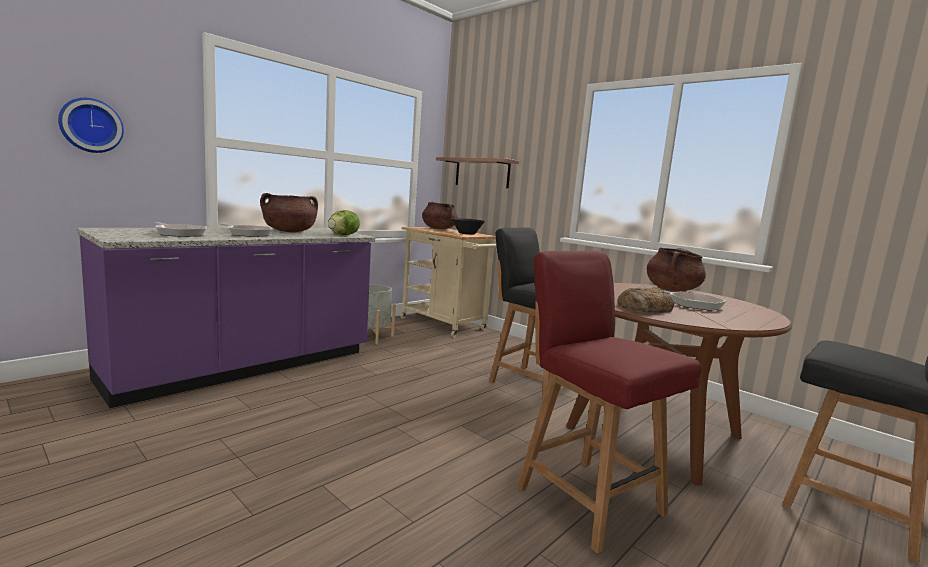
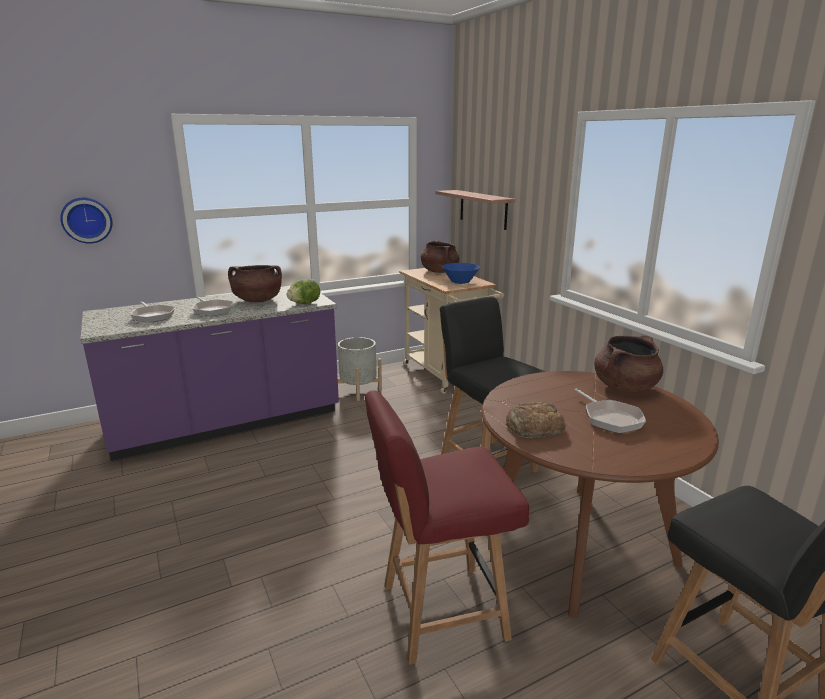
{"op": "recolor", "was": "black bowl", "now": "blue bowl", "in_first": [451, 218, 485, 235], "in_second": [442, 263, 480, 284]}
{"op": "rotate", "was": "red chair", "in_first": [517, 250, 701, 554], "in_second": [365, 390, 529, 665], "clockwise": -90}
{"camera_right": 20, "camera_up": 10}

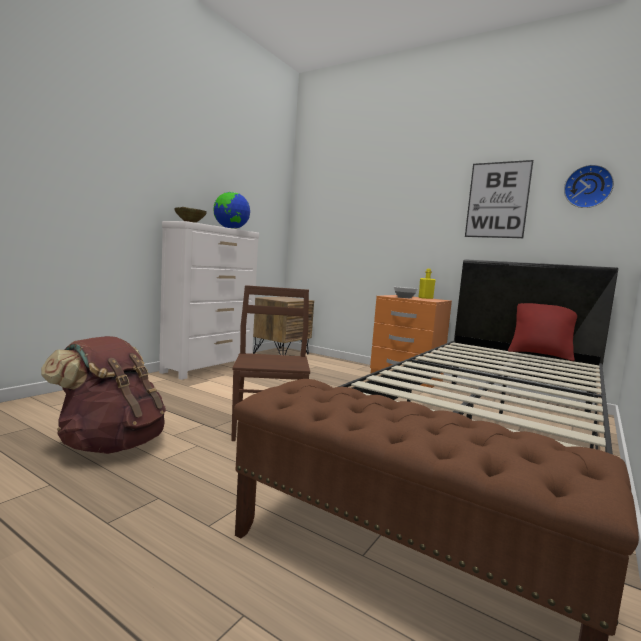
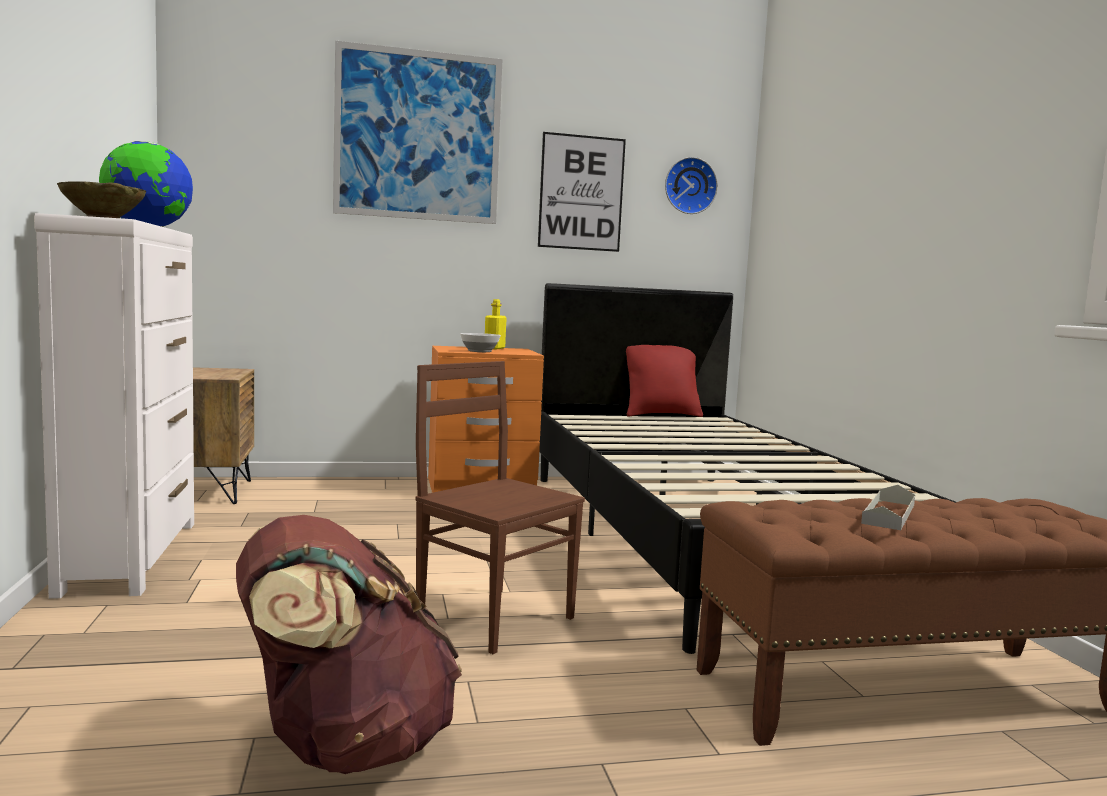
{"op": "insert", "now": "picture", "in_second": [333, 41, 503, 224]}
{"op": "insert", "now": "grey tray", "in_second": [861, 485, 915, 530]}
{"camera_right": -45, "camera_up": 0}

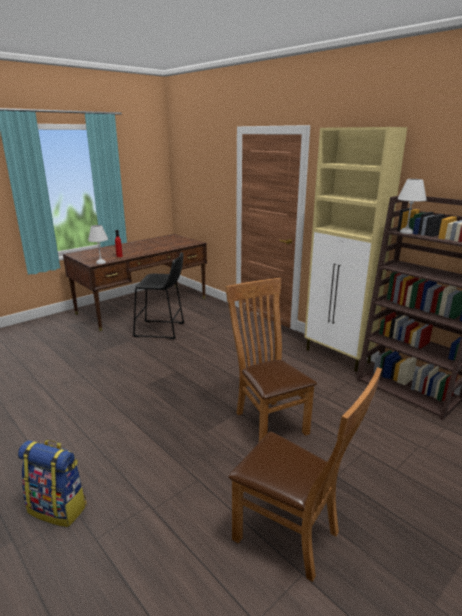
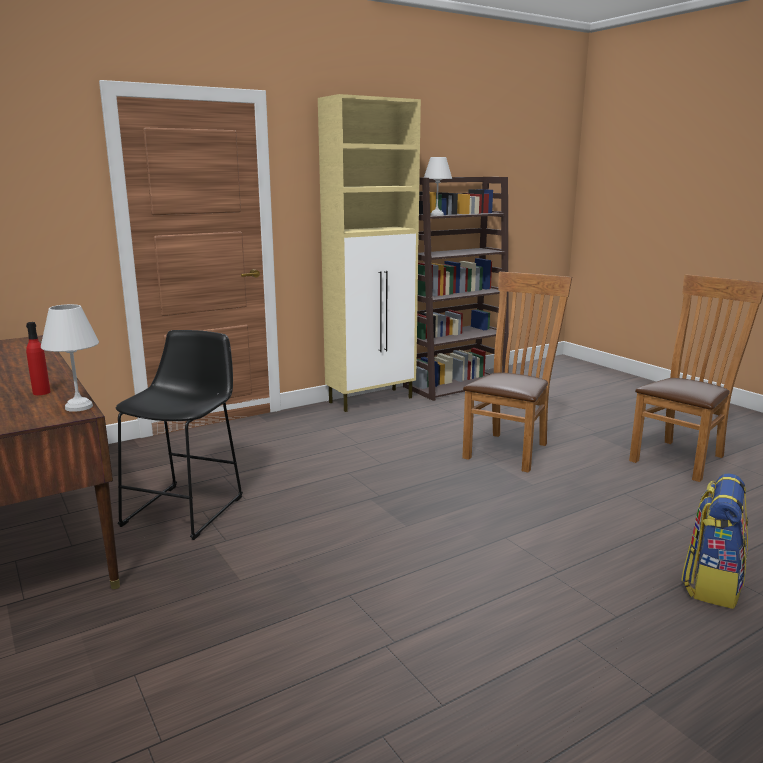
{"op": "rotate", "was": "brown chair", "in_first": [226, 278, 317, 442], "in_second": [462, 272, 572, 473], "clockwise": 135}
{"camera_right": -80, "camera_up": -5}

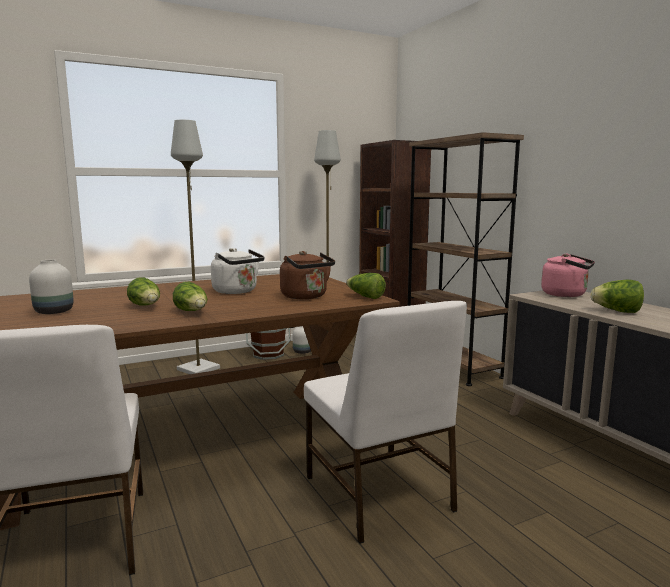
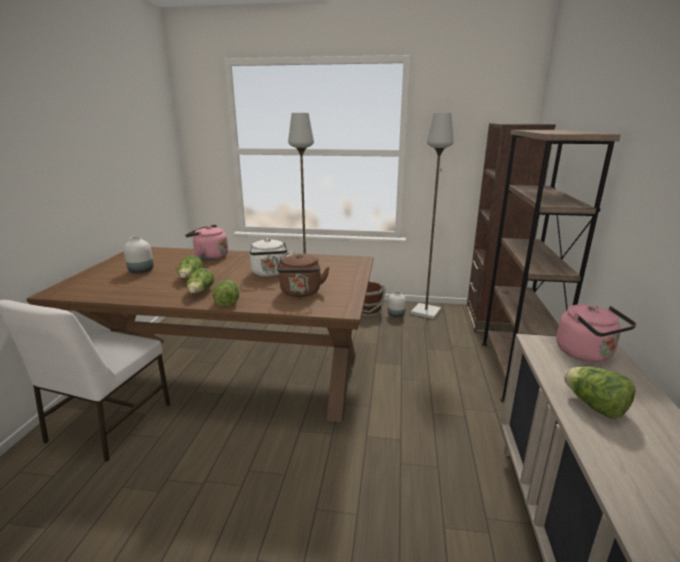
{"op": "delete", "was": "white chair", "in_first": [304, 301, 467, 544]}
{"op": "insert", "now": "pink kettle", "in_second": [185, 225, 228, 260]}
{"op": "move", "was": "lettuce", "in_first": [346, 273, 386, 299], "in_second": [213, 280, 239, 307]}
{"camera_right": 35, "camera_up": 10}

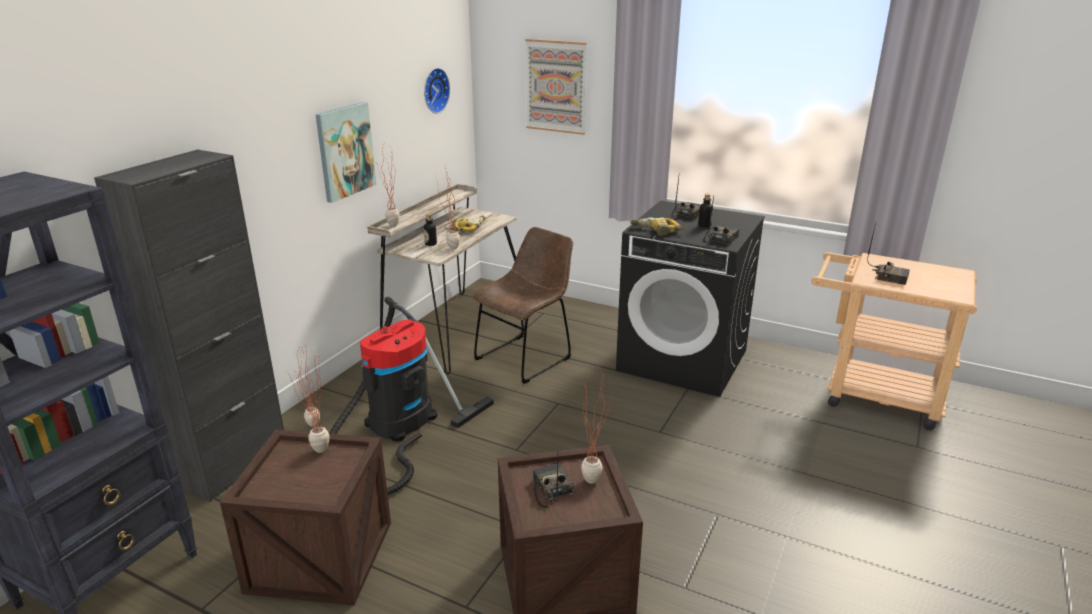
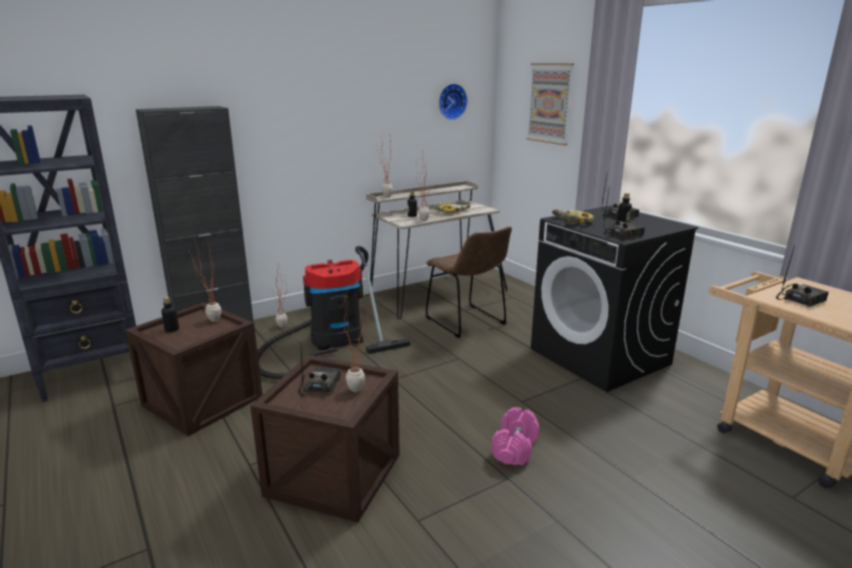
{"op": "delete", "was": "picture", "in_first": [316, 102, 376, 203]}
{"op": "insert", "now": "bottle", "in_second": [161, 297, 179, 332]}
{"op": "insert", "now": "pink dumbbell", "in_second": [492, 407, 539, 465]}
{"op": "rotate", "was": "brown chair", "in_first": [473, 227, 573, 384], "in_second": [425, 226, 512, 338], "clockwise": 75}
{"op": "rotate", "was": "radio", "in_first": [867, 223, 910, 285], "in_second": [776, 245, 829, 307], "clockwise": -90}
{"camera_right": 30, "camera_up": -5}

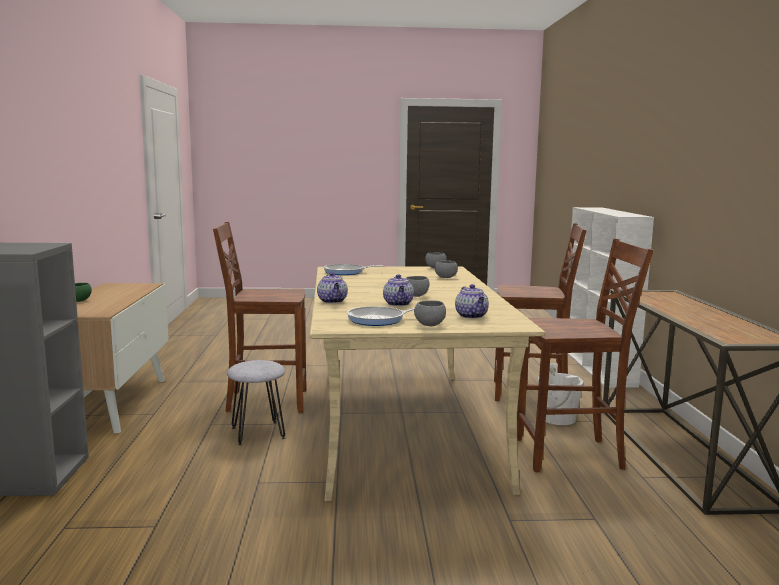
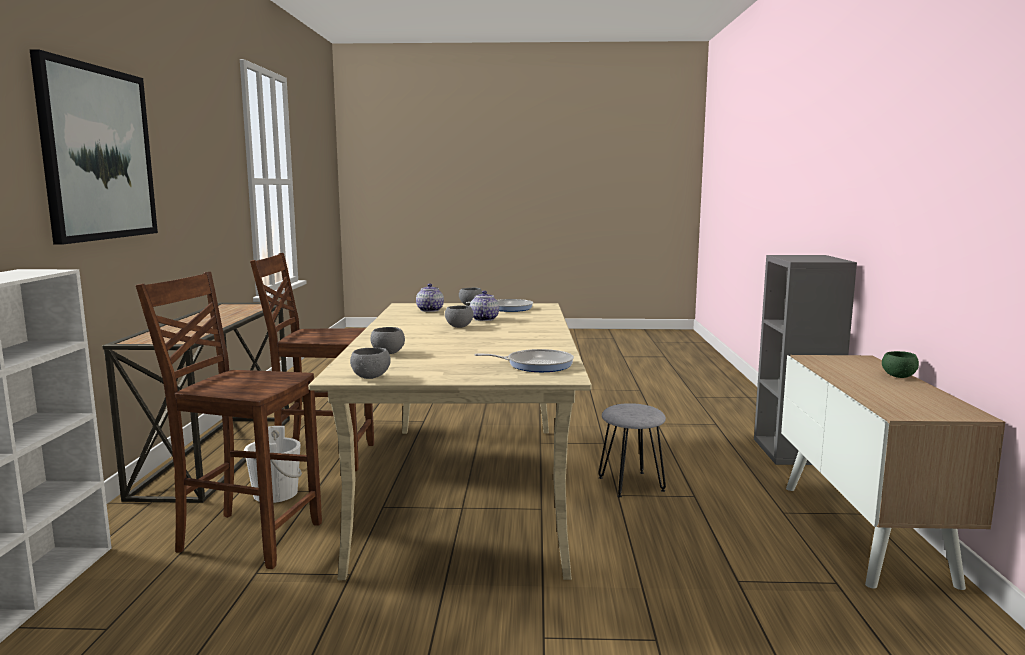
{"op": "delete", "was": "brown chair", "in_first": [213, 222, 306, 413]}
{"op": "delete", "was": "teapot", "in_first": [317, 272, 348, 303]}
{"op": "insert", "now": "picture", "in_second": [30, 49, 158, 245]}
{"camera_right": -175, "camera_up": 0}

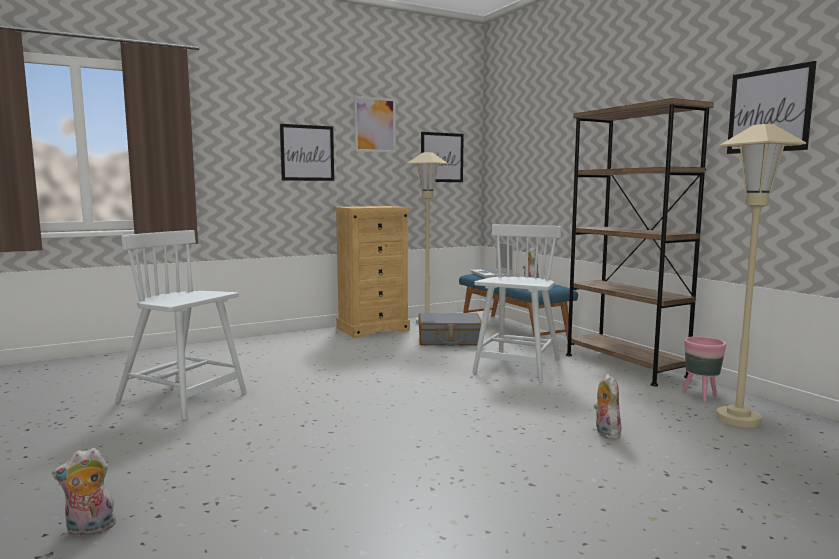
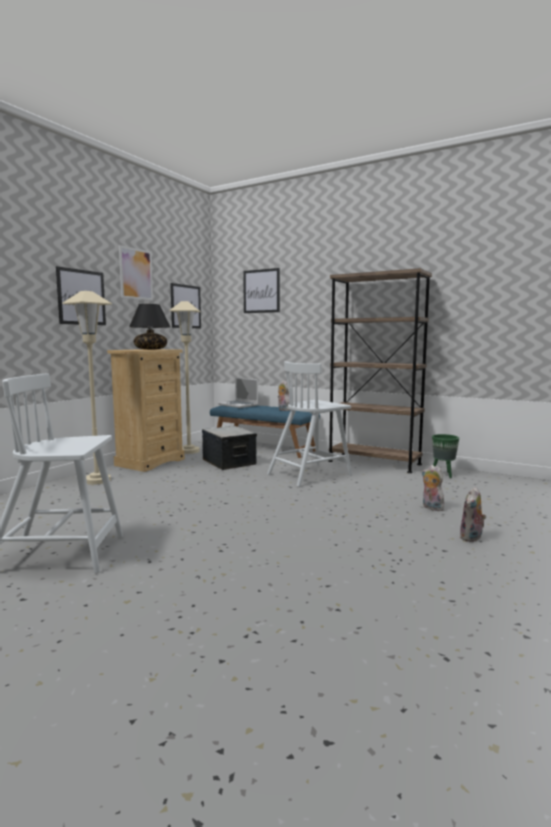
{"op": "insert", "now": "black table lamp", "in_second": [129, 304, 170, 350]}
{"op": "move", "was": "plush toy", "in_first": [52, 448, 119, 536], "in_second": [460, 487, 486, 542]}
{"op": "move", "was": "beige floor lamp", "in_first": [716, 124, 806, 428], "in_second": [62, 291, 112, 485]}
{"op": "move", "was": "picture", "in_first": [727, 61, 816, 154], "in_second": [243, 268, 280, 313]}
{"op": "replace", "was": "grey suitcase", "now": "storage box", "in_first": [418, 313, 482, 346], "in_second": [202, 426, 257, 470]}
{"op": "recolor", "was": "pink planter", "now": "green planter", "in_first": [682, 336, 726, 402], "in_second": [432, 434, 459, 478]}
{"op": "rotate", "was": "white chair", "in_first": [473, 224, 561, 383], "in_second": [267, 361, 352, 487], "clockwise": -120}
{"camera_right": -30, "camera_up": 0}

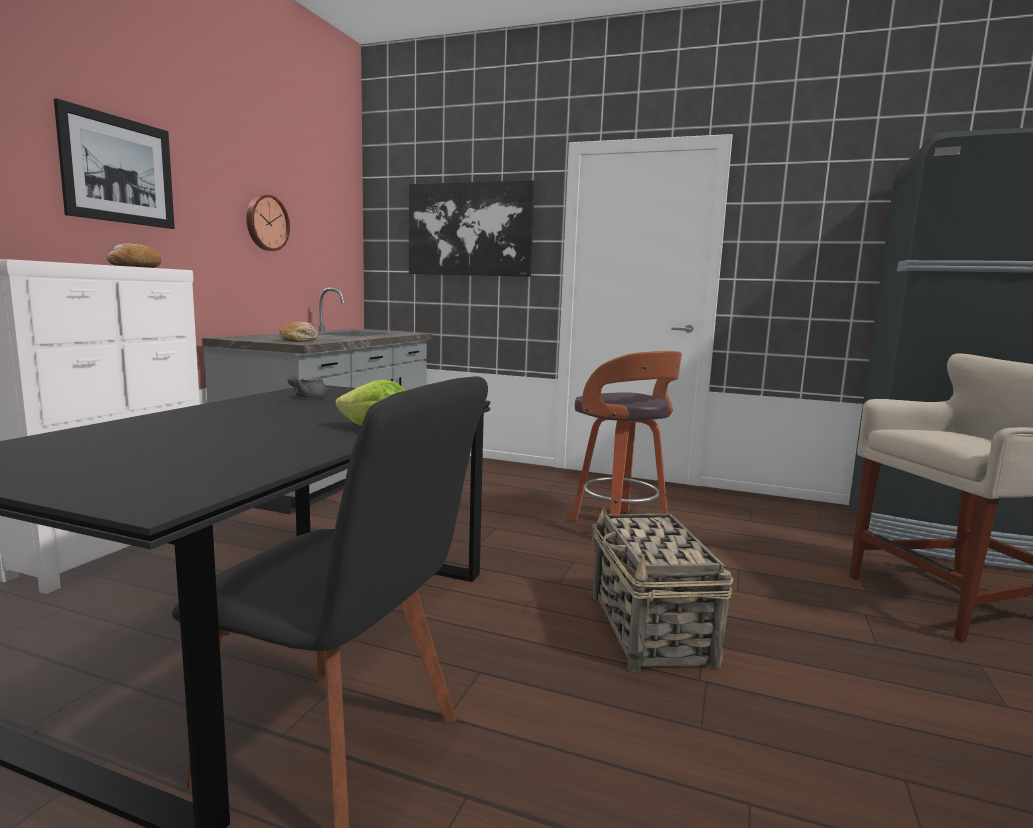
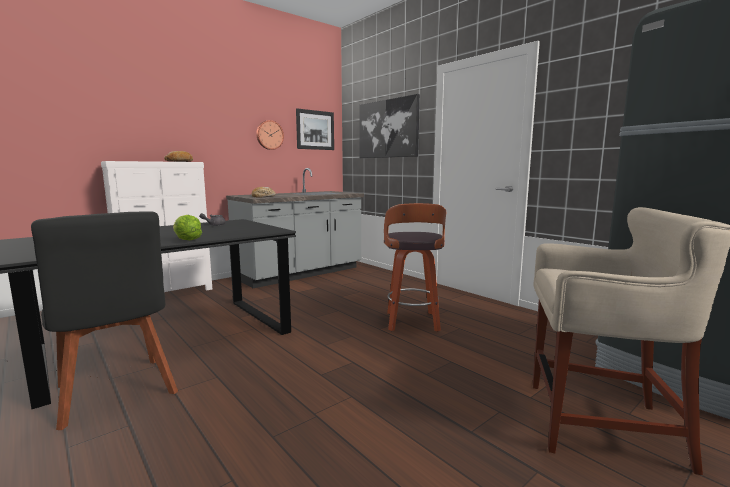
{"op": "delete", "was": "basket", "in_first": [591, 506, 734, 672]}
{"op": "move", "was": "picture", "in_first": [54, 98, 175, 229], "in_second": [296, 109, 334, 150]}
{"camera_right": 30, "camera_up": 0}

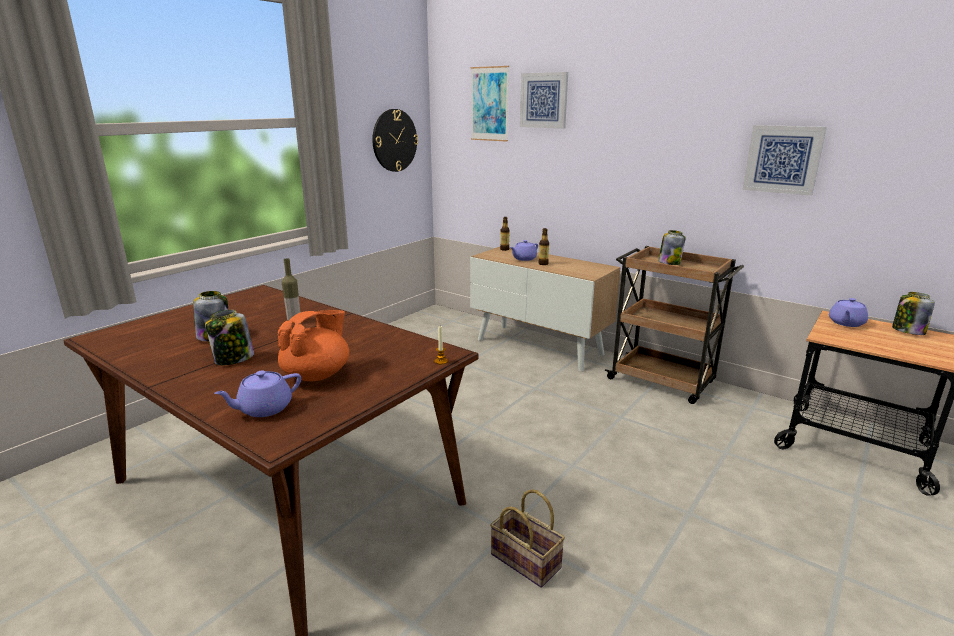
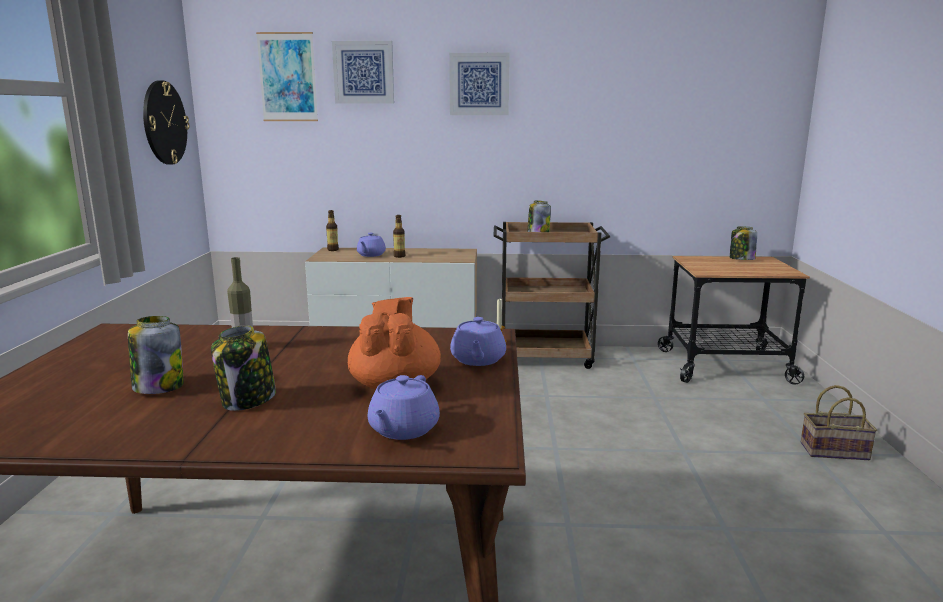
{"op": "move", "was": "basket", "in_first": [490, 490, 565, 588], "in_second": [801, 385, 877, 460]}
{"op": "move", "was": "picture", "in_first": [742, 125, 827, 196], "in_second": [449, 53, 510, 115]}
{"op": "move", "was": "purple teapot", "in_first": [829, 298, 868, 327], "in_second": [450, 317, 506, 366]}
{"camera_right": -35, "camera_up": -5}

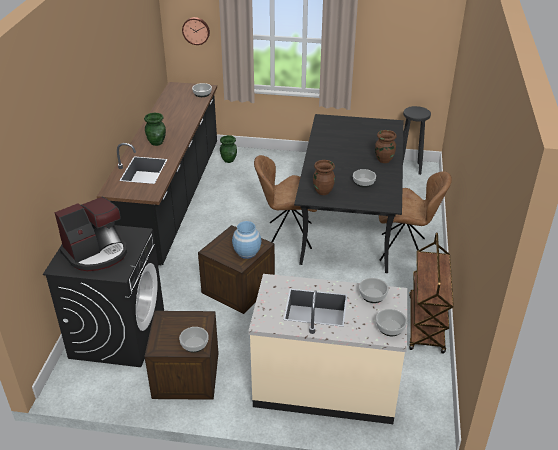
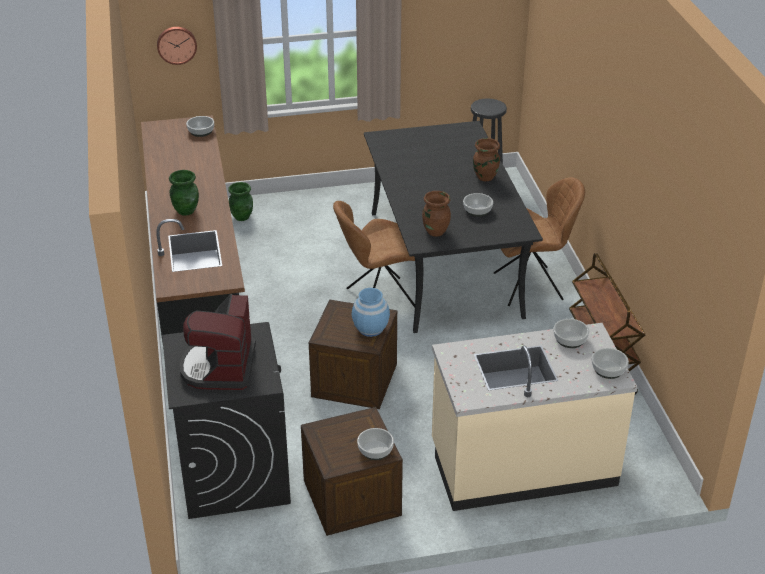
{"op": "rotate", "was": "coffee machine", "in_first": [54, 197, 127, 271], "in_second": [180, 294, 256, 390], "clockwise": 150}
{"camera_right": -20, "camera_up": 0}

